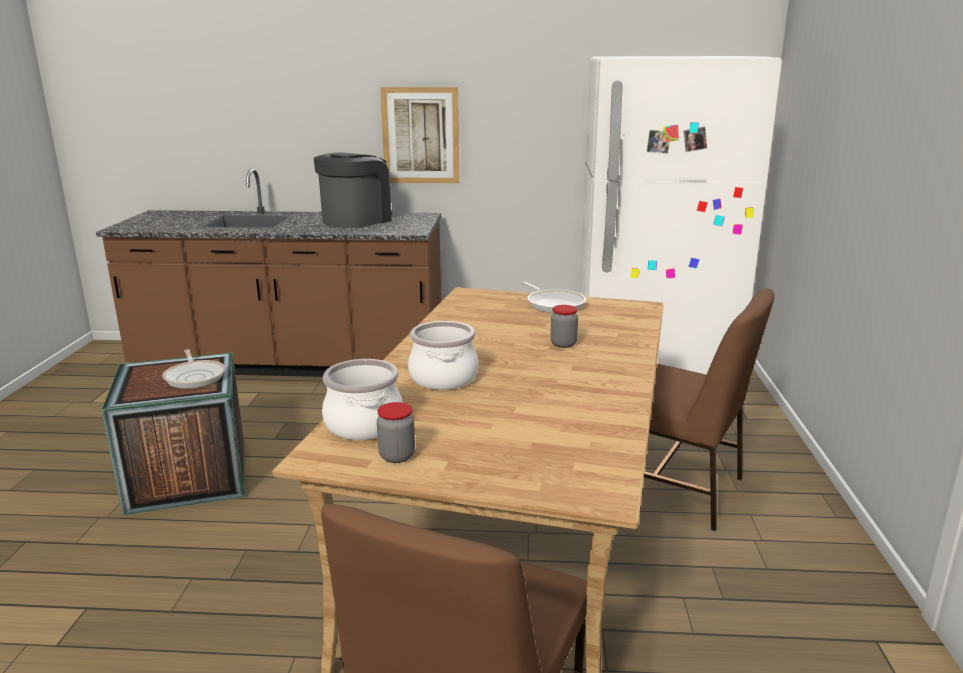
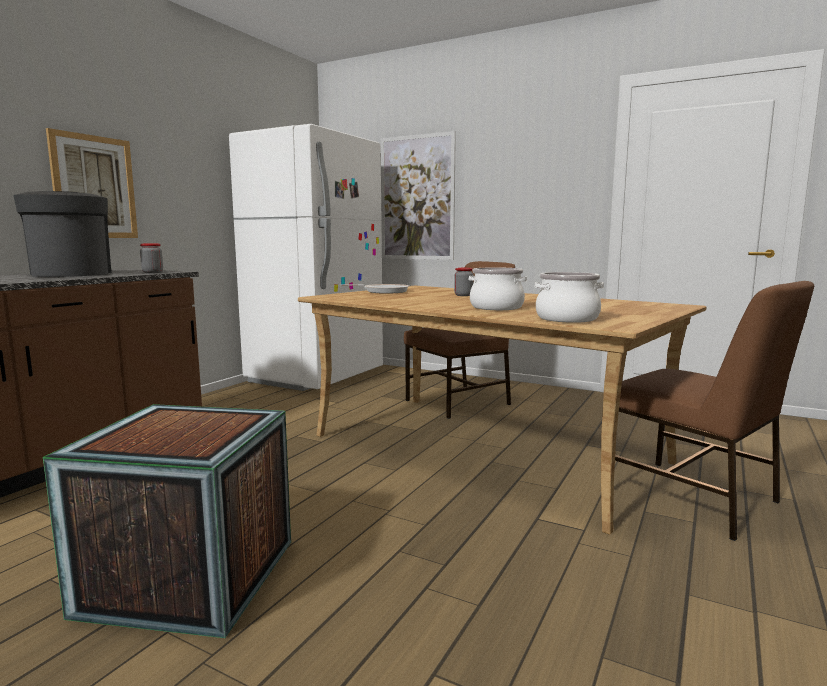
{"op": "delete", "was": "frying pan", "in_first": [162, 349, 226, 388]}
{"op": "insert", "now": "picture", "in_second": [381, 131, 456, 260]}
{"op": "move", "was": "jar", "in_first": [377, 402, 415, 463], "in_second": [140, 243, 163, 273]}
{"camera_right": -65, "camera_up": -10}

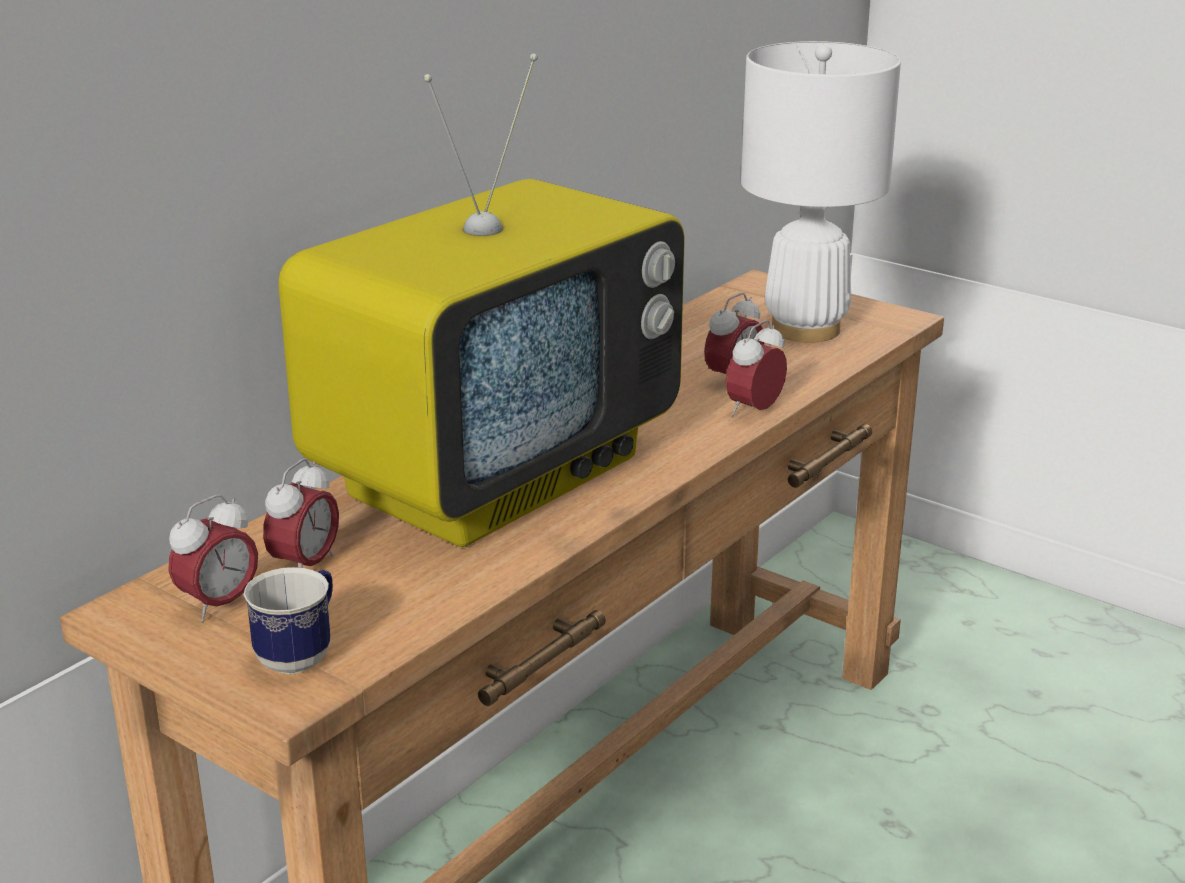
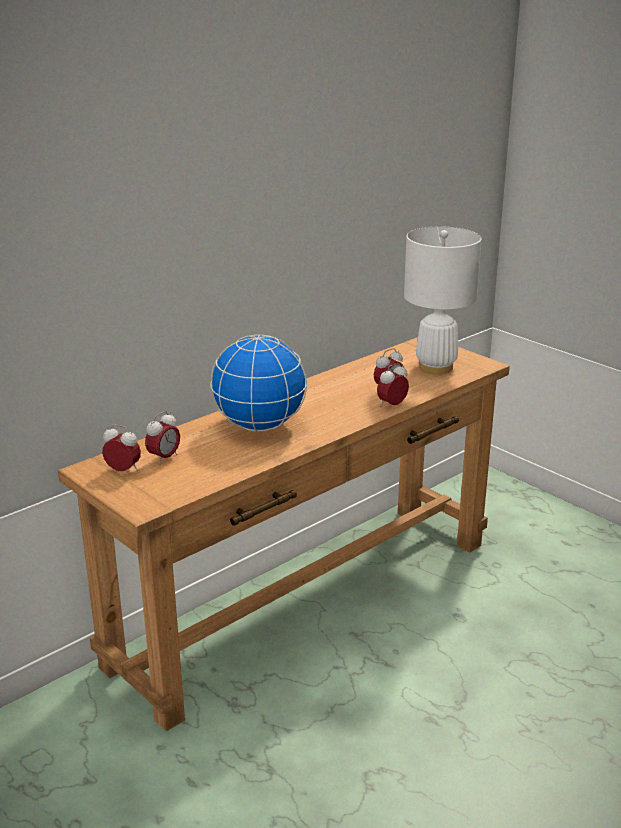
{"op": "delete", "was": "mug", "in_first": [244, 567, 333, 674]}
{"op": "replace", "was": "television", "now": "globe", "in_first": [279, 53, 685, 547], "in_second": [210, 335, 307, 431]}
{"op": "rotate", "was": "alarm clock", "in_first": [168, 494, 258, 622], "in_second": [102, 424, 141, 471], "clockwise": -120}
{"camera_right": 10, "camera_up": 0}

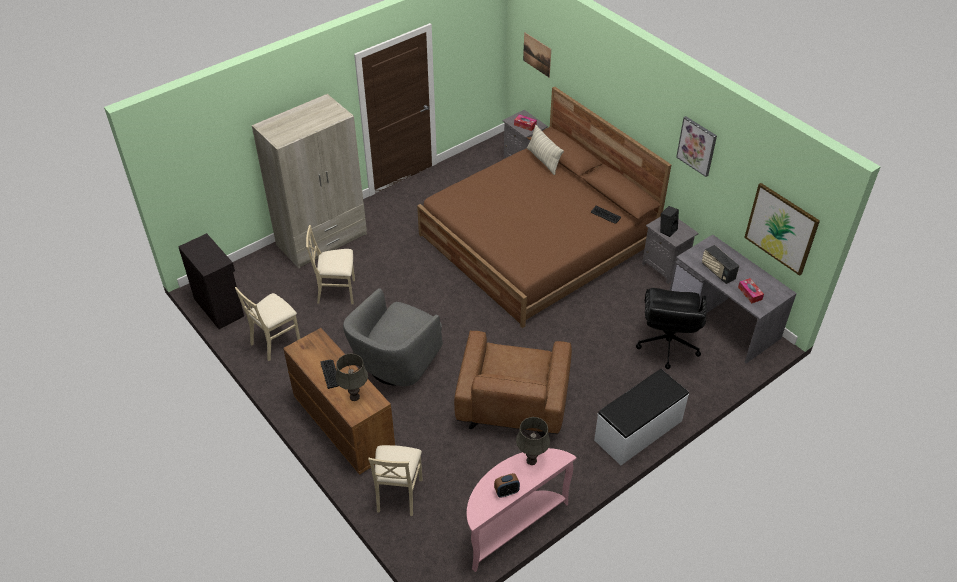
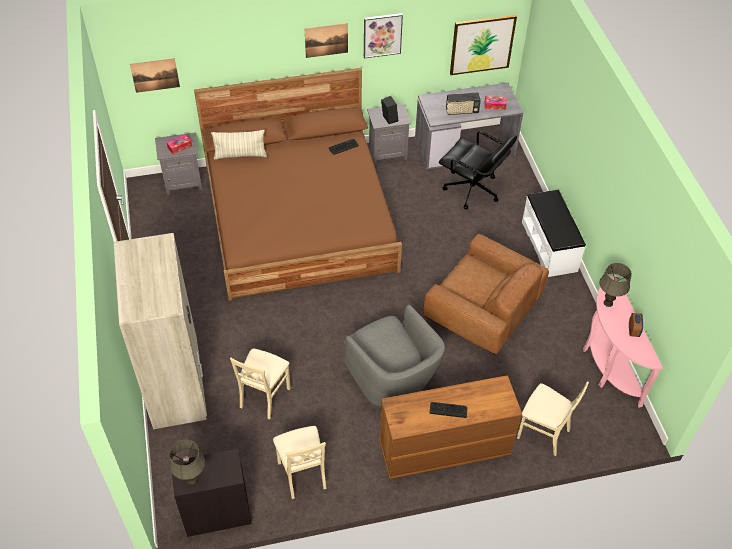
{"op": "insert", "now": "picture", "in_second": [305, 23, 348, 58]}
{"op": "move", "was": "grey table lamp", "in_first": [335, 353, 368, 401], "in_second": [169, 440, 205, 485]}
{"camera_right": -65, "camera_up": 5}

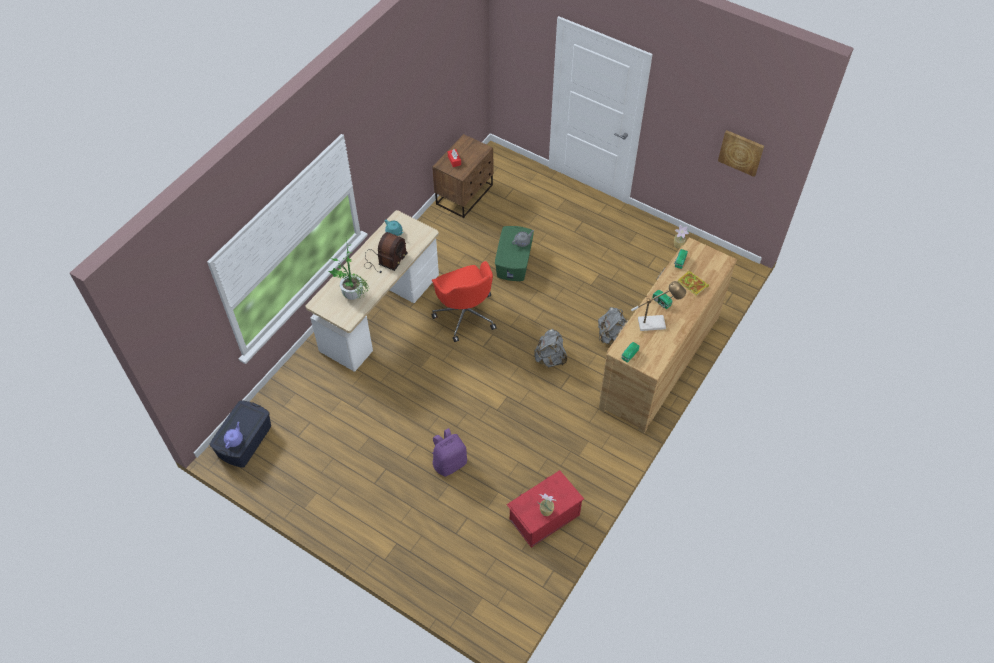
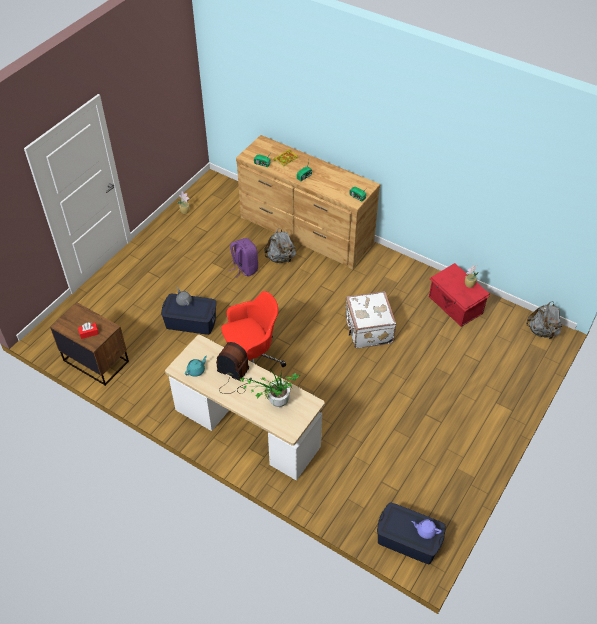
{"op": "delete", "was": "table lamp", "in_first": [631, 281, 686, 331]}
{"op": "delete", "was": "picture", "in_first": [718, 130, 764, 177]}
{"op": "insert", "now": "white suitcase", "in_second": [345, 291, 396, 348]}
{"op": "move", "was": "purple backpack", "in_first": [432, 428, 467, 477], "in_second": [229, 238, 258, 278]}
{"op": "move", "was": "grey backpack", "in_first": [534, 329, 567, 367], "in_second": [526, 301, 562, 340]}
{"op": "recolor", "was": "green storage box", "now": "blue storage box", "in_first": [495, 226, 534, 281], "in_second": [161, 294, 216, 335]}
{"camera_right": -90, "camera_up": -5}

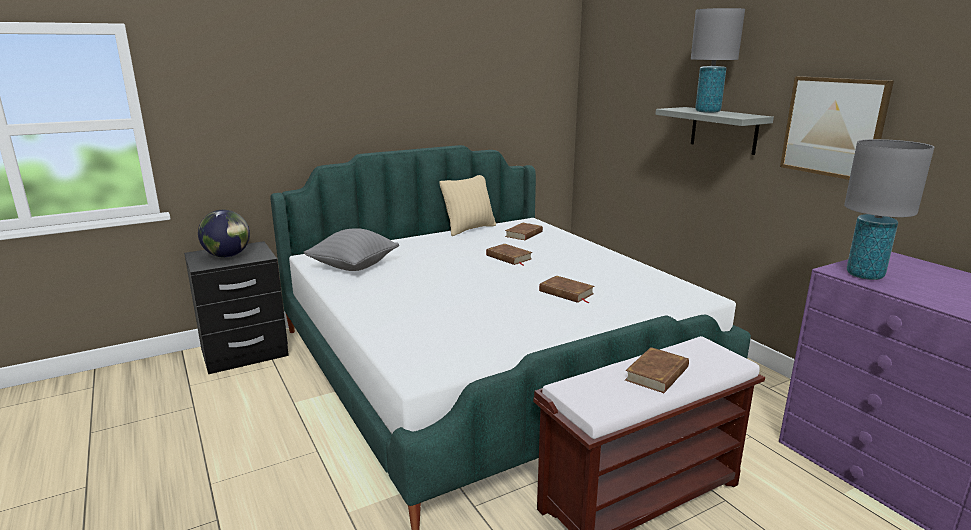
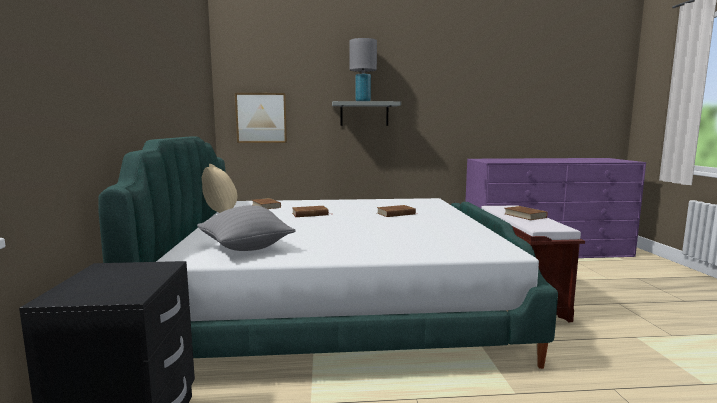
{"op": "delete", "was": "globe", "in_first": [198, 210, 250, 257]}
{"op": "delete", "was": "grey table lamp", "in_first": [844, 139, 934, 280]}
{"op": "move", "was": "picture", "in_first": [780, 76, 894, 180], "in_second": [235, 93, 287, 143]}
{"camera_right": -65, "camera_up": -10}

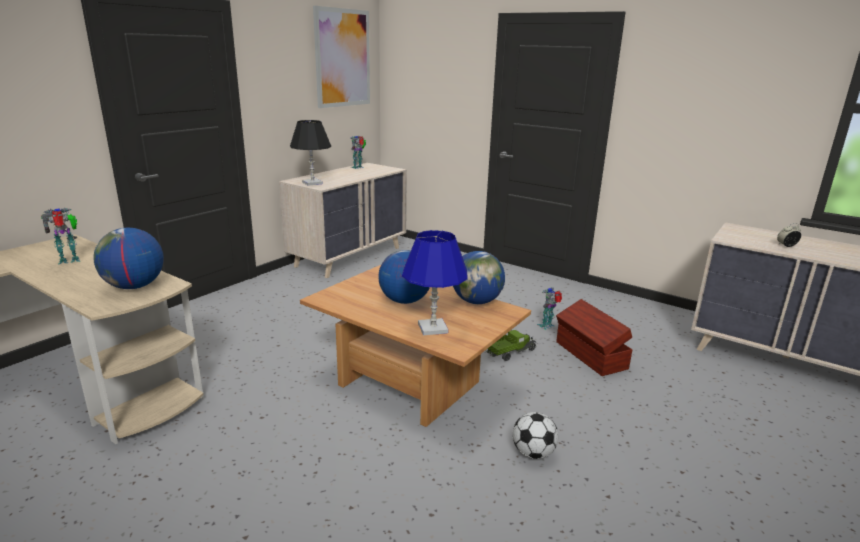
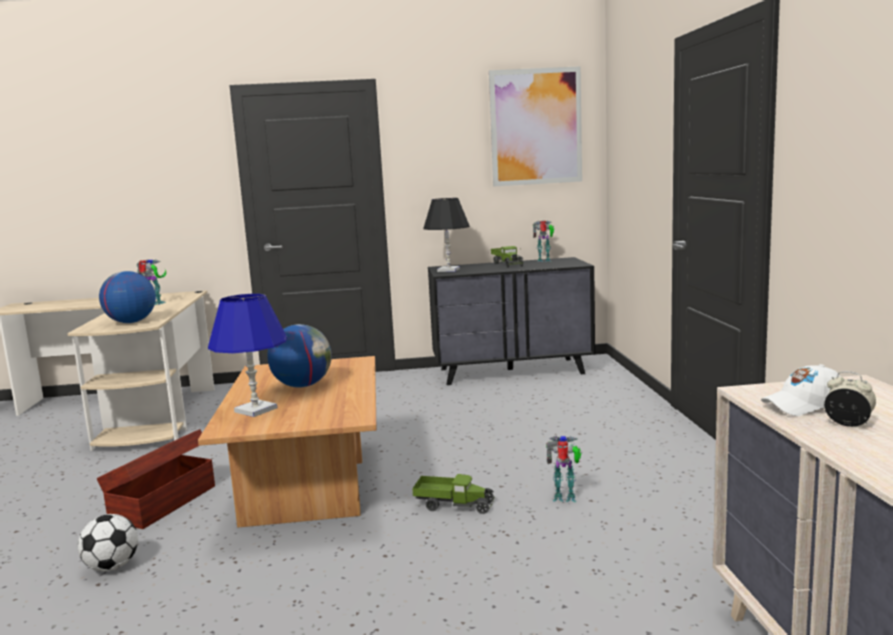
{"op": "delete", "was": "globe", "in_first": [453, 251, 505, 304]}
{"op": "insert", "now": "toy truck", "in_second": [491, 246, 523, 268]}
{"op": "insert", "now": "white cap", "in_second": [761, 364, 841, 416]}
{"op": "move", "was": "football", "in_first": [513, 412, 559, 459], "in_second": [78, 514, 138, 571]}
{"op": "move", "was": "brown storage box", "in_first": [556, 299, 632, 376], "in_second": [97, 429, 215, 529]}
{"op": "recolor", "was": "beige dresser", "now": "black dresser", "in_first": [279, 163, 407, 278], "in_second": [428, 257, 595, 385]}
{"camera_right": 50, "camera_up": -10}

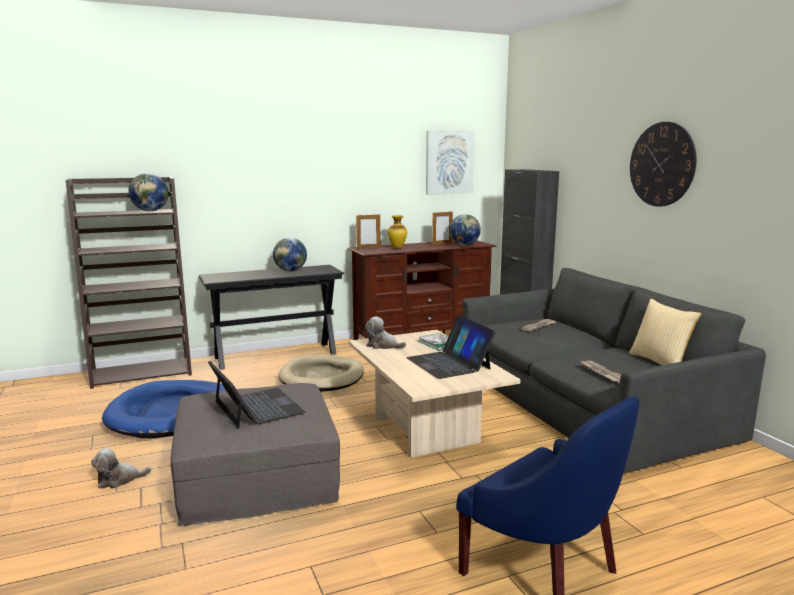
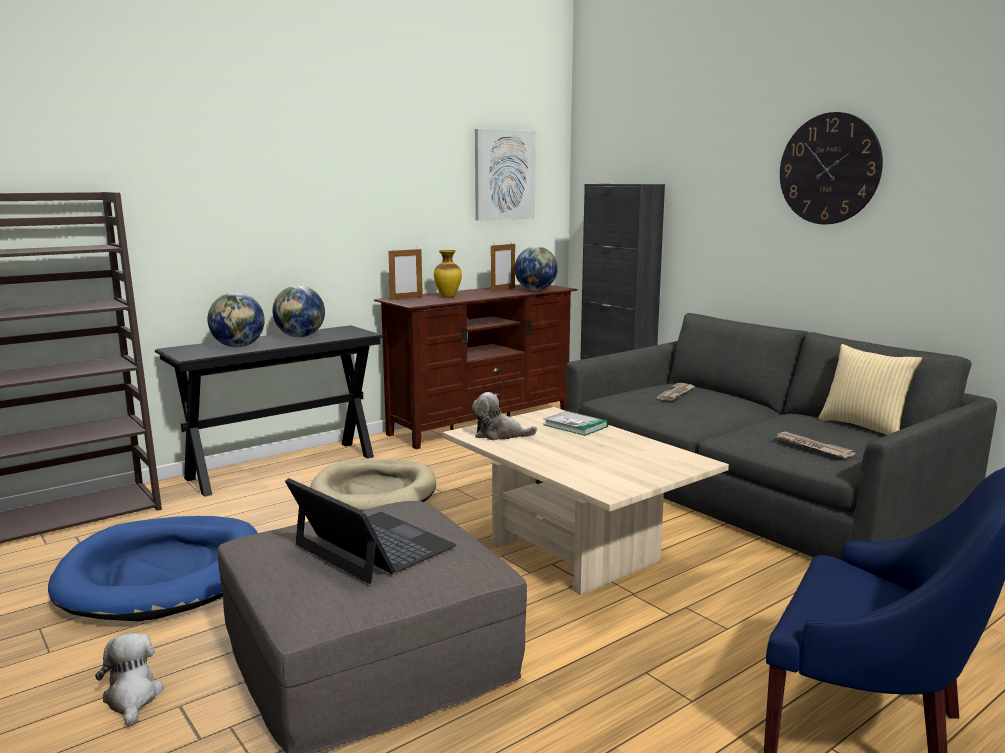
{"op": "delete", "was": "laptop", "in_first": [406, 314, 495, 379]}
{"op": "move", "was": "globe", "in_first": [129, 173, 169, 211], "in_second": [207, 292, 265, 347]}
{"op": "rotate", "was": "plush toy", "in_first": [91, 448, 152, 489], "in_second": [95, 633, 164, 726], "clockwise": 105}
{"camera_right": -15, "camera_up": 0}

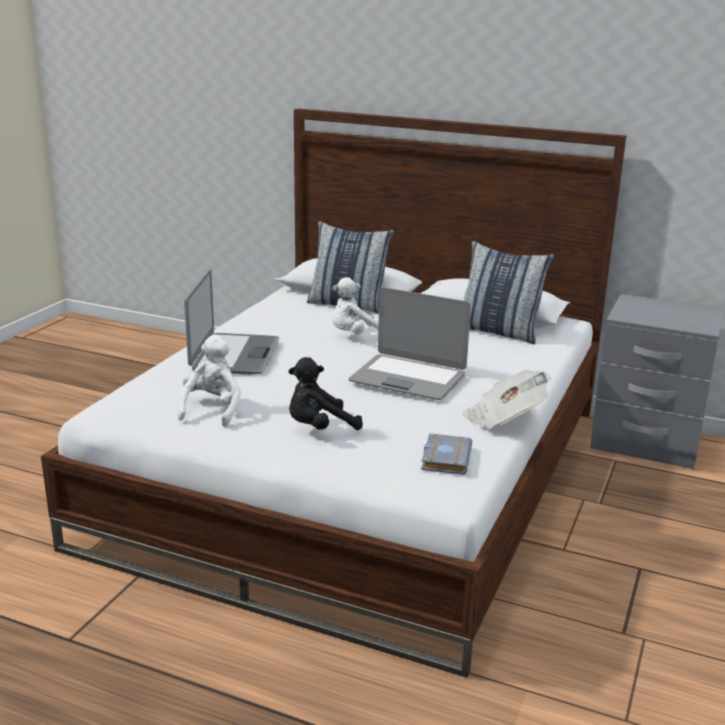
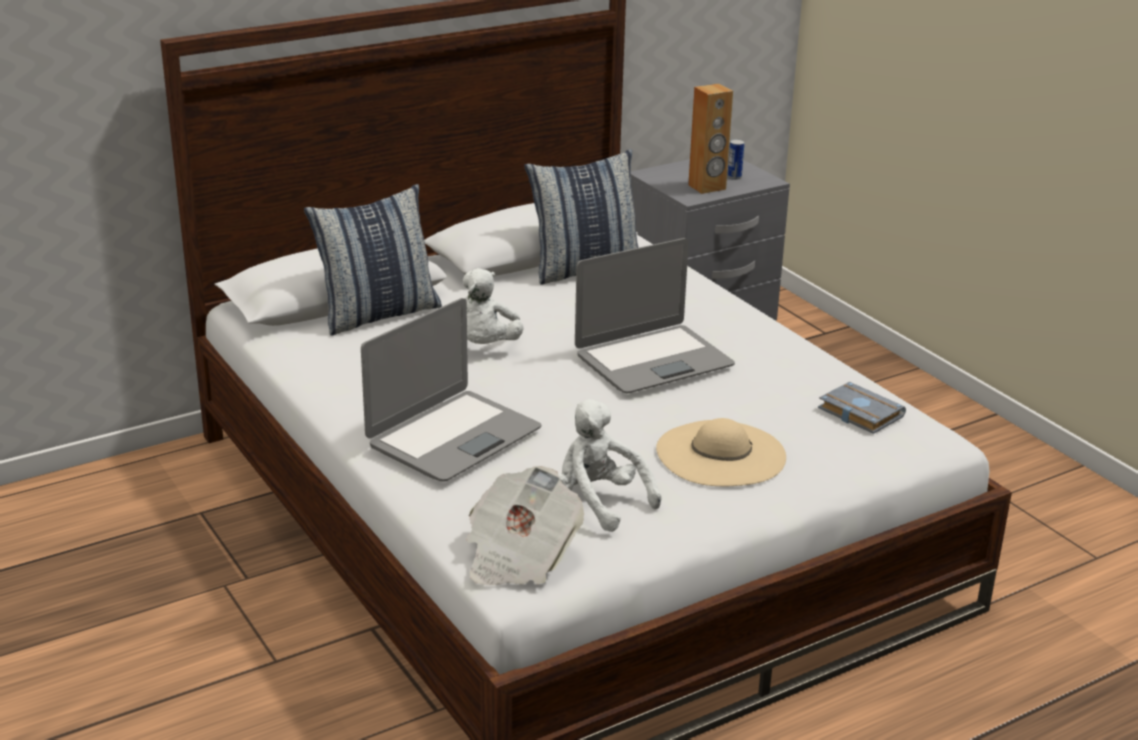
{"op": "insert", "now": "brown speaker", "in_second": [688, 84, 733, 194]}
{"op": "insert", "now": "can", "in_second": [728, 139, 745, 180]}
{"op": "move", "was": "newspaper", "in_first": [463, 370, 551, 429], "in_second": [466, 466, 584, 585]}
{"op": "replace", "was": "black plush toy", "now": "beige hat", "in_first": [288, 357, 363, 430], "in_second": [656, 418, 786, 486]}
{"op": "rotate", "was": "laptop", "in_first": [184, 269, 279, 375], "in_second": [361, 298, 541, 482], "clockwise": 90}
{"camera_right": -55, "camera_up": 5}

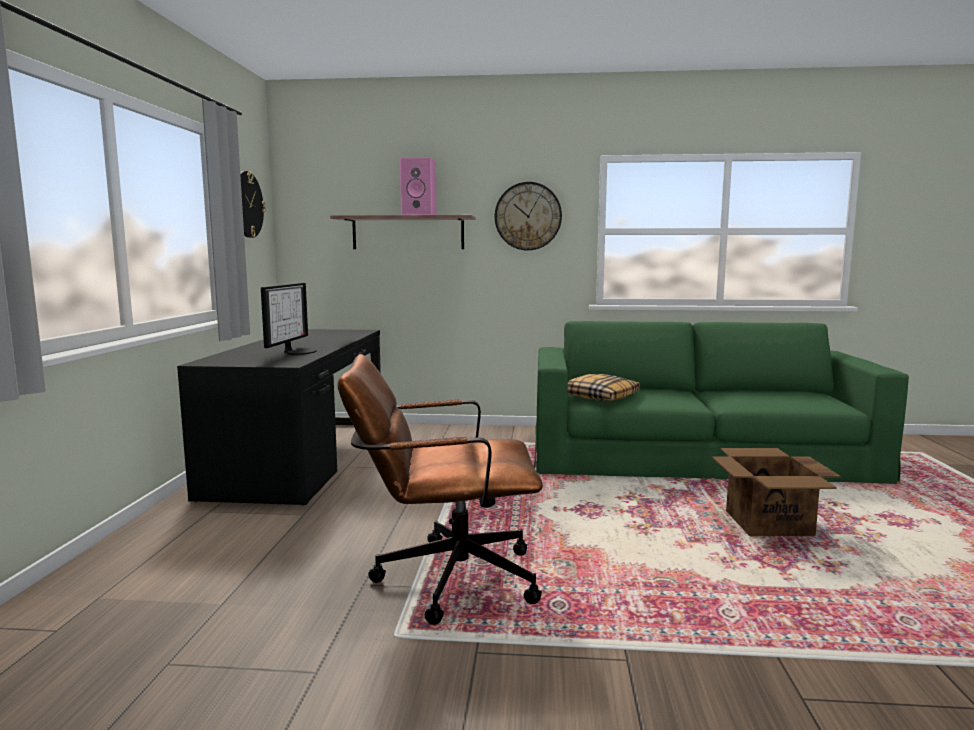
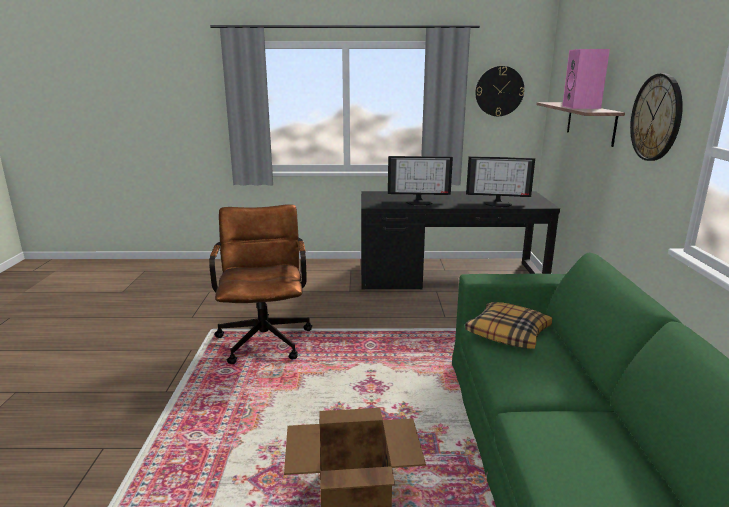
{"op": "insert", "now": "monitor", "in_second": [466, 156, 535, 207]}
{"camera_right": 85, "camera_up": 10}

